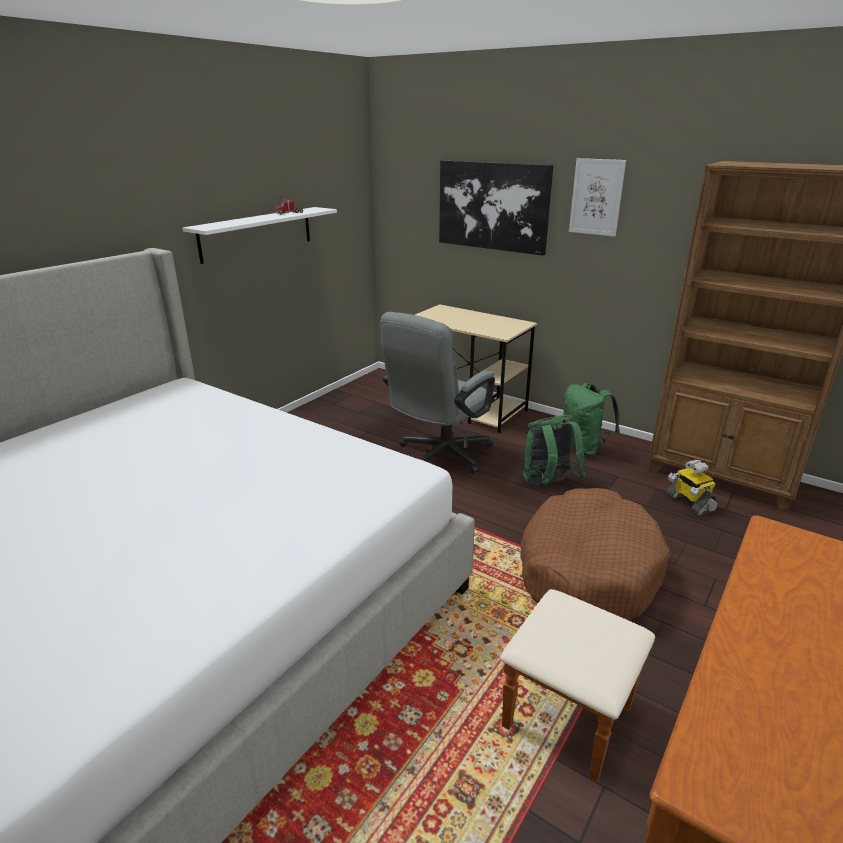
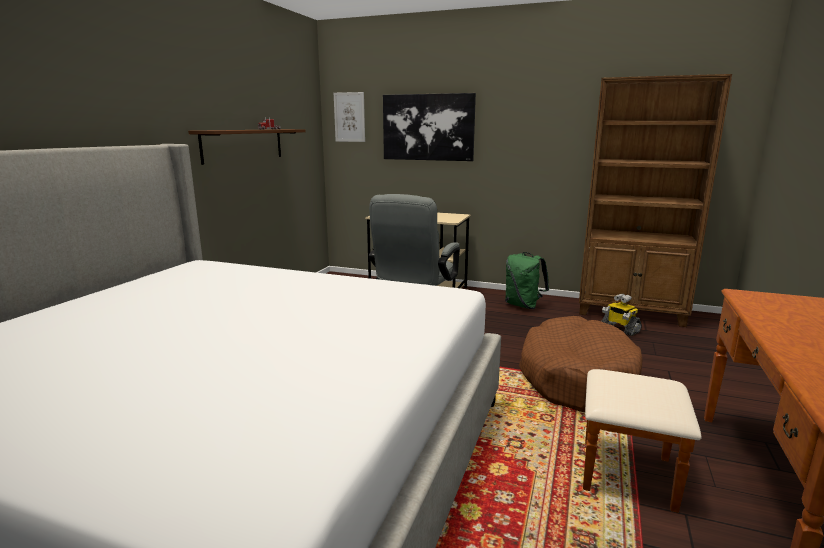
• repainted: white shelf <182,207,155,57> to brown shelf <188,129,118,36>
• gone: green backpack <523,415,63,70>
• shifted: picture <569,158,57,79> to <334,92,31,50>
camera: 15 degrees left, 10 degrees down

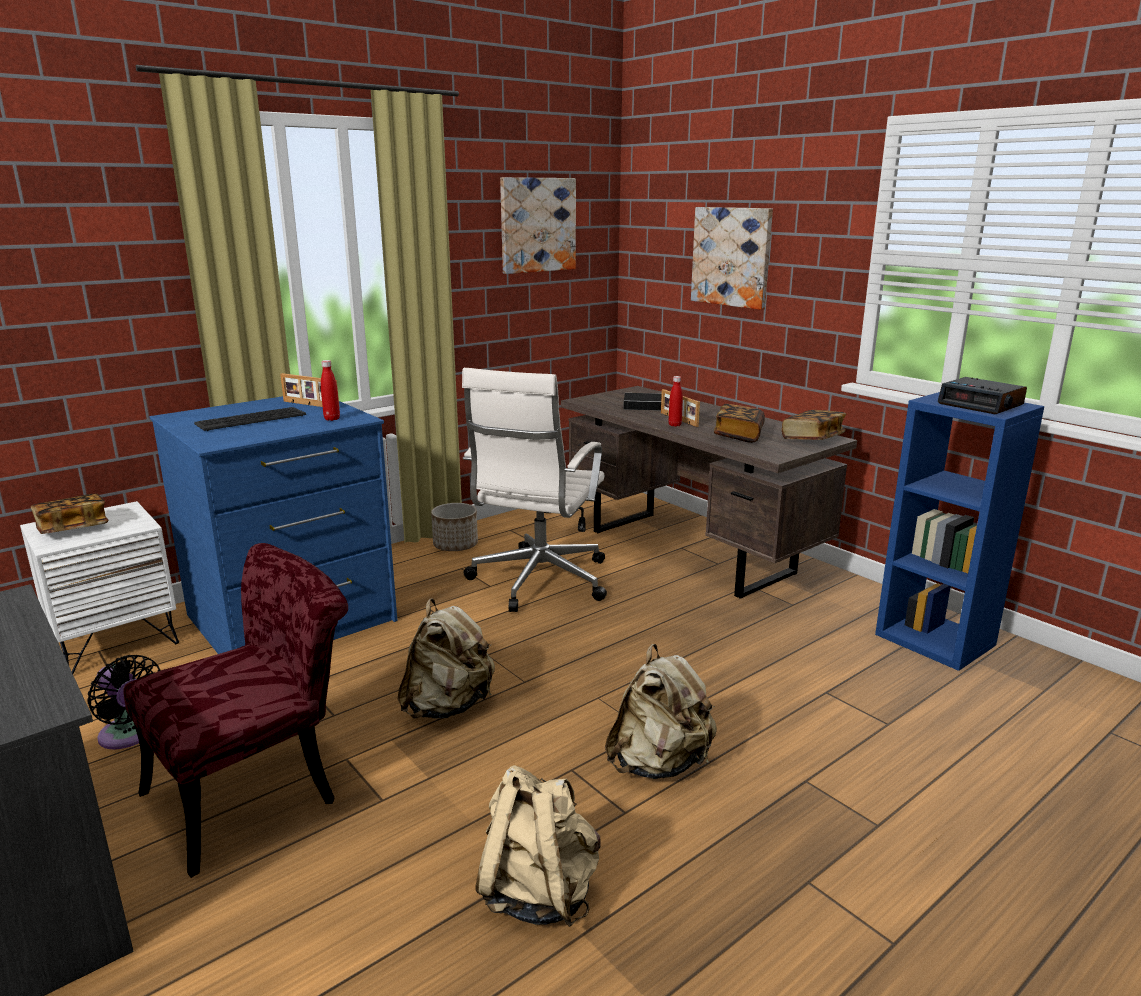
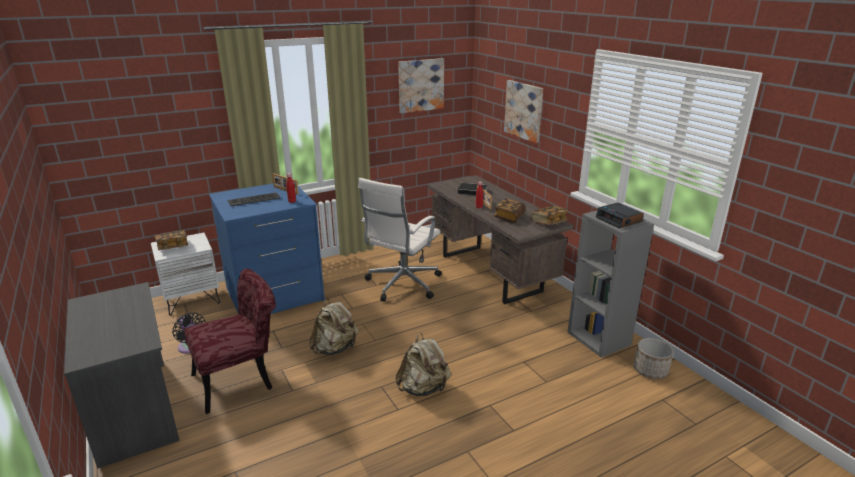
• shifted: planter <431,503,47,48> to <634,338,40,41>
• gone: beige backpack <475,765,126,162>
• repainted: blue bookcase <875,392,169,279> to grey bookcase <567,210,87,148>
camera: 10 degrees right, 5 degrees up

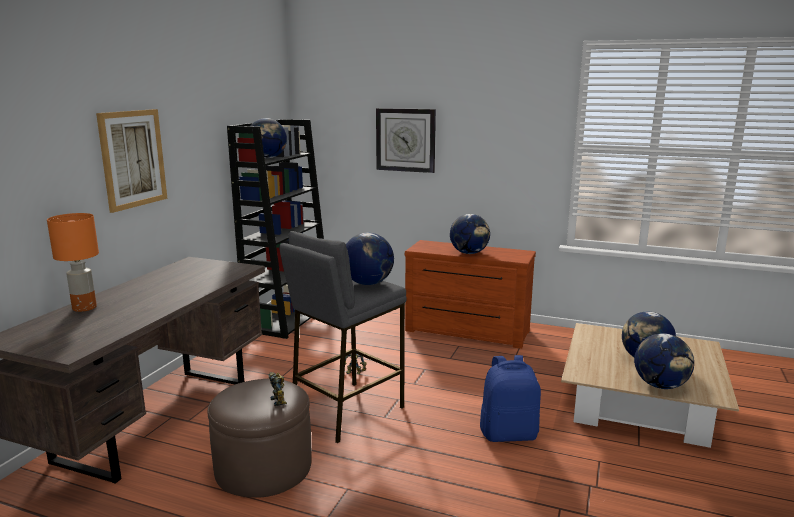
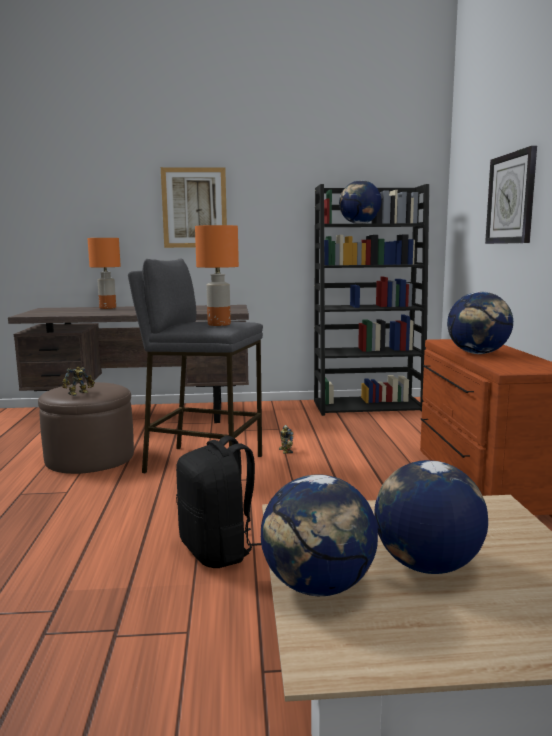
• swapped: globe <346,233,48,52> to orange table lamp <195,225,44,101>
• repainted: blue backpack <480,355,61,87> to black backpack <176,436,85,132>
camera: 65 degrees right, 5 degrees down

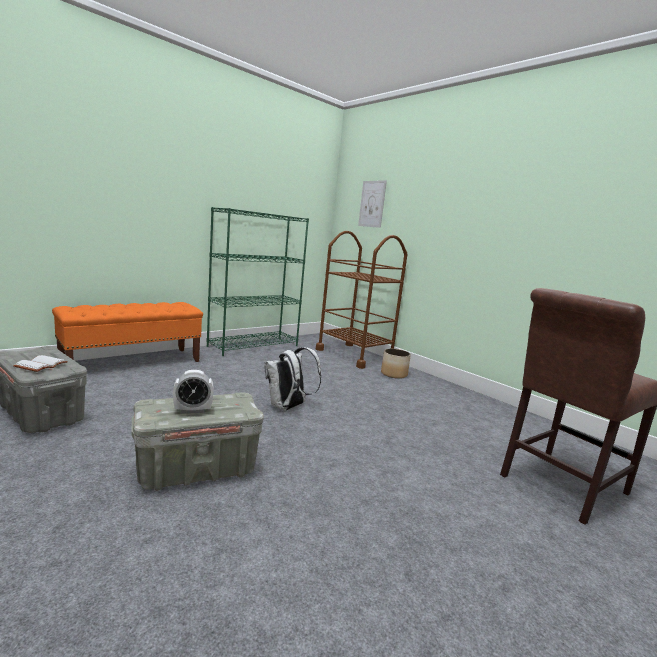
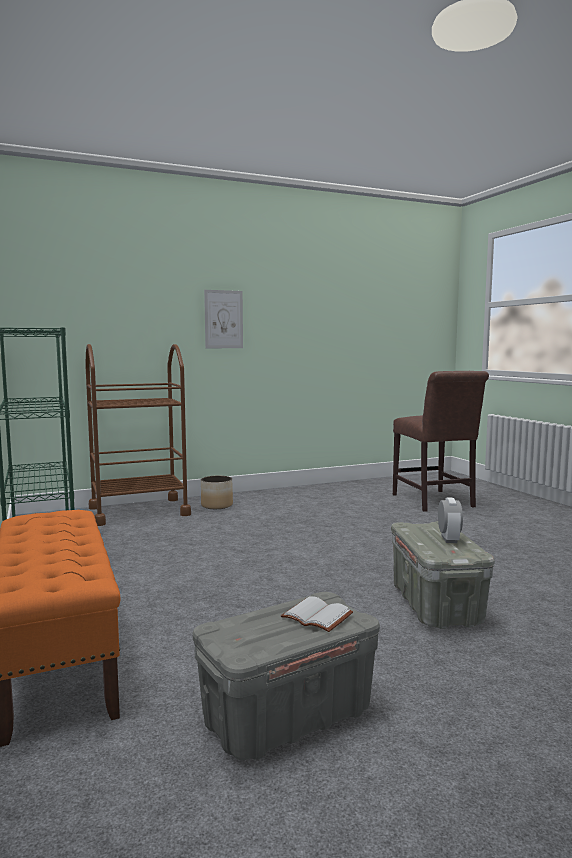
• gone: white backpack <265,347,56,64>
• shifted: picture <358,180,29,48> to <204,290,39,58>
camera: 70 degrees left, 5 degrees down

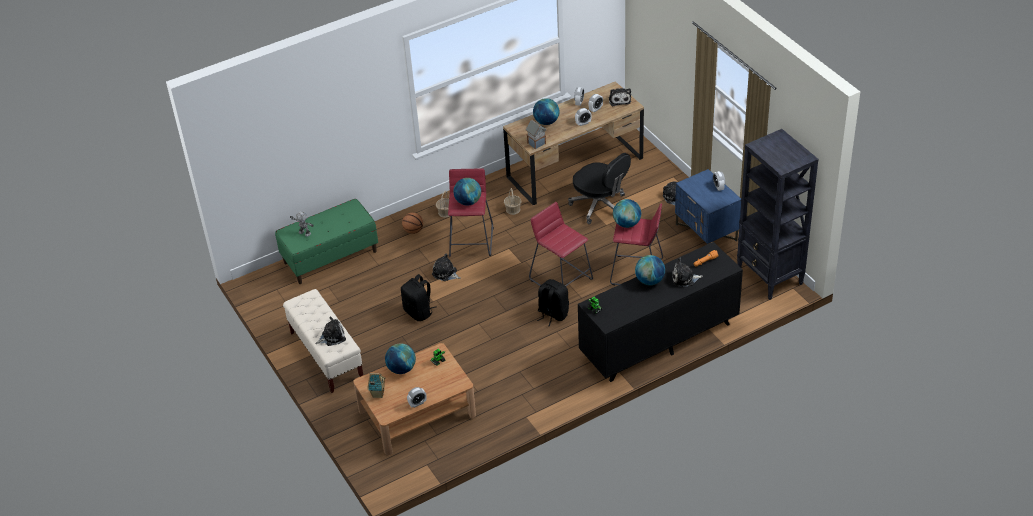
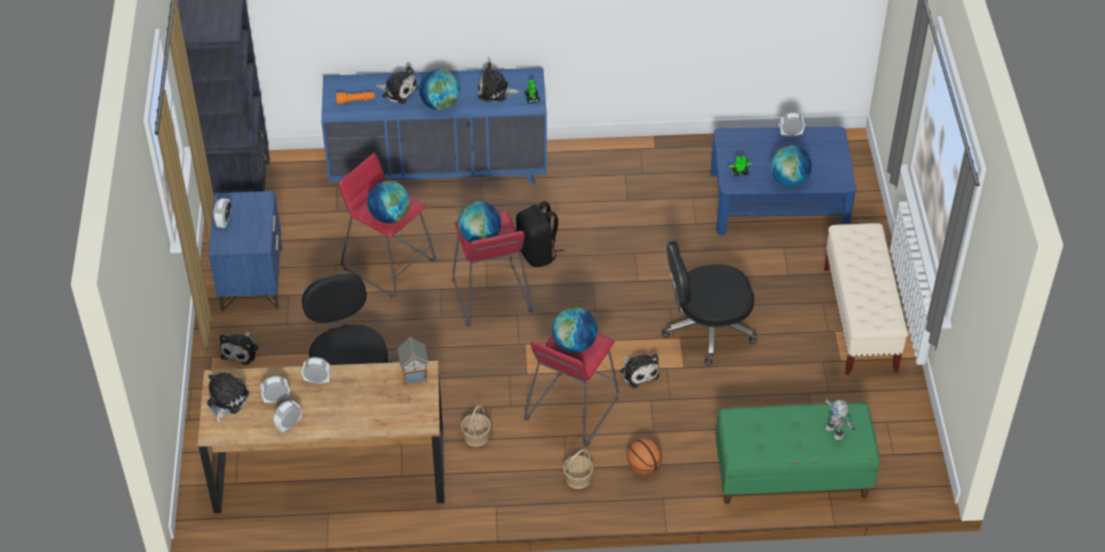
• shifted: plush toy <316,316,30,30> to <478,62,42,40>
• repainted: brown coffee table <353,343,123,112> to blue coffee table <710,127,146,108>
• gone: toy house <367,373,18,25>
• swapped: black backpack <401,274,35,47> to black office chair <662,241,95,125>
• shifted: globe <533,98,26,27> to <458,201,43,41>
• repainted: black dresser <578,242,165,140> to blue dresser <321,68,226,116>
camera: 155 degrees left, 5 degrees up

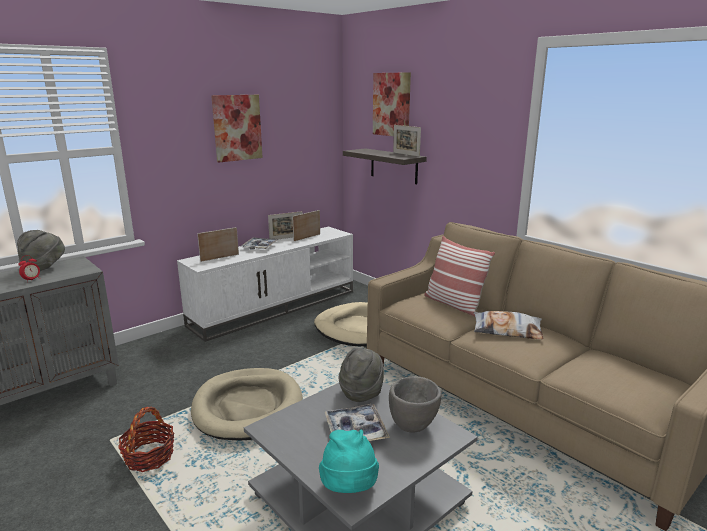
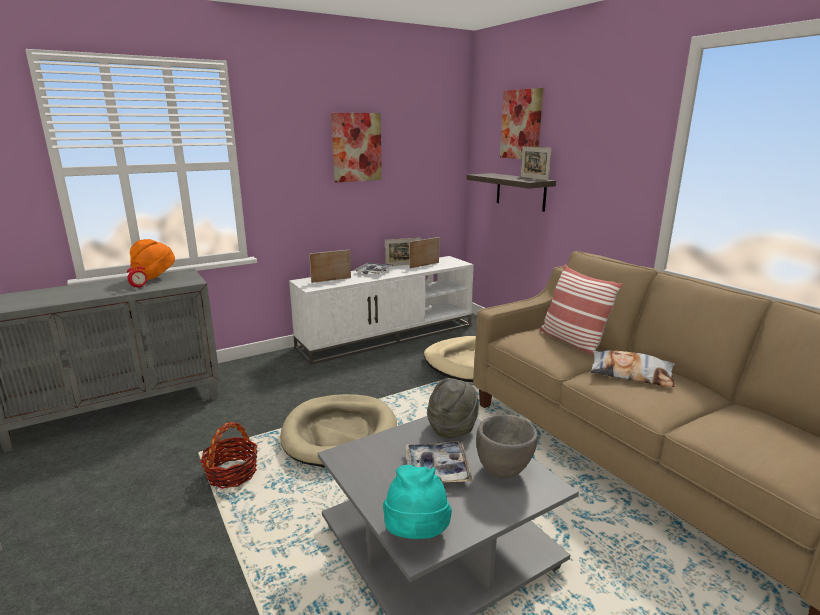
• repainted: grey hat <17,230,48,41> to orange hat <130,239,45,41>
camera: 10 degrees right, 0 degrees up

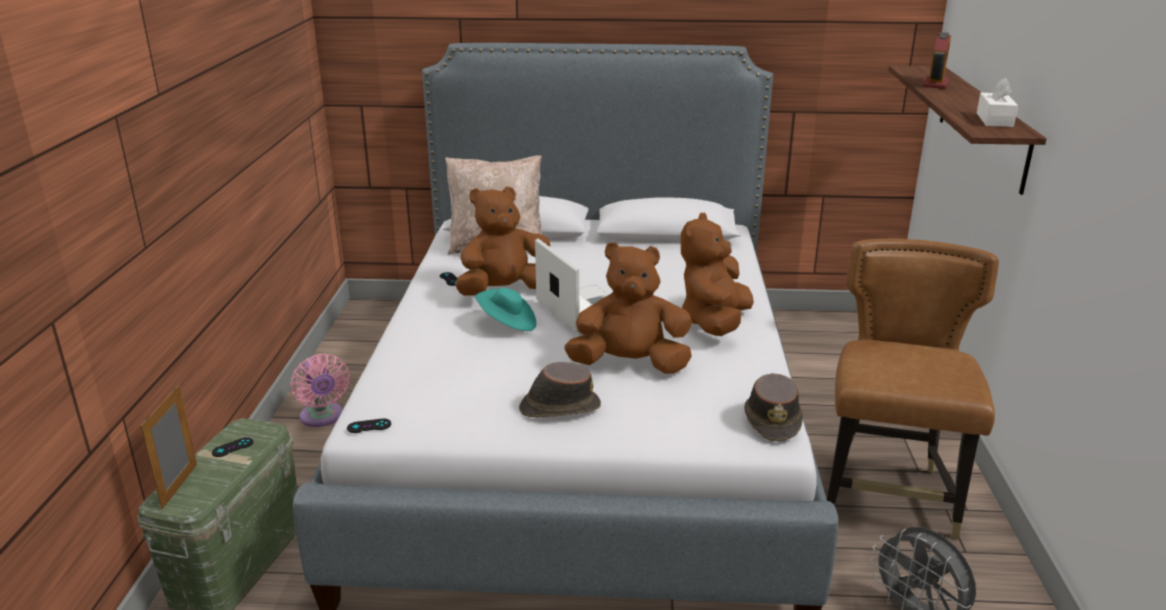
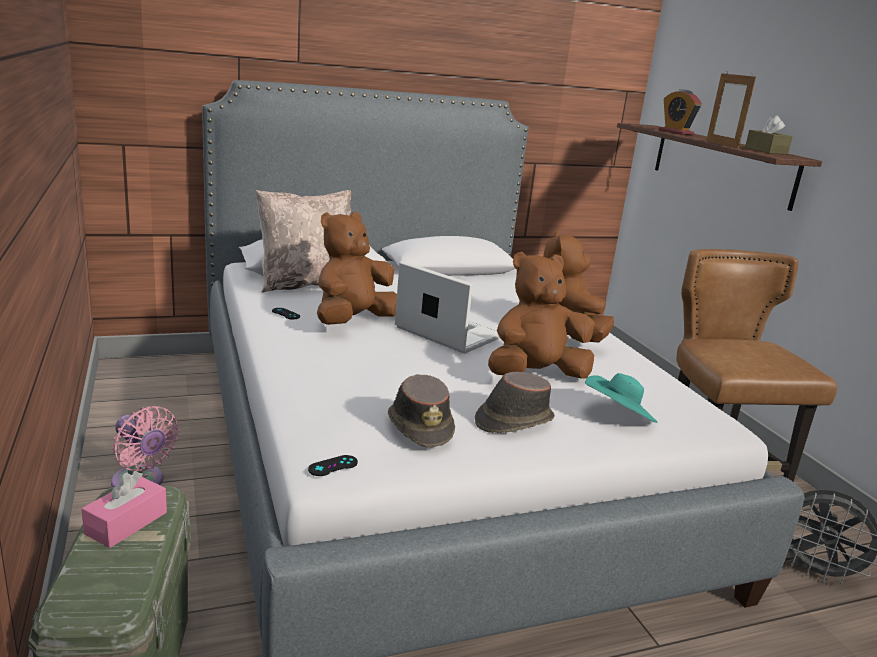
• shifted: picture frame <141,386,56,123> to <706,71,50,77>
• swapped: black game controller <212,437,41,20> to pink tissue box <81,471,86,77>
• shifted: turquoise hat <475,288,61,43> to <585,373,72,50>
• shifted: brown hat <744,373,59,68> to <388,374,67,74>
• rotated: alarm clock <923,32,28,57> = <659,89,43,46> 150 degrees clockwise
• repainted: white tissue box <977,78,41,49> to brown tissue box <745,115,47,40>
camera: 25 degrees left, 5 degrees down

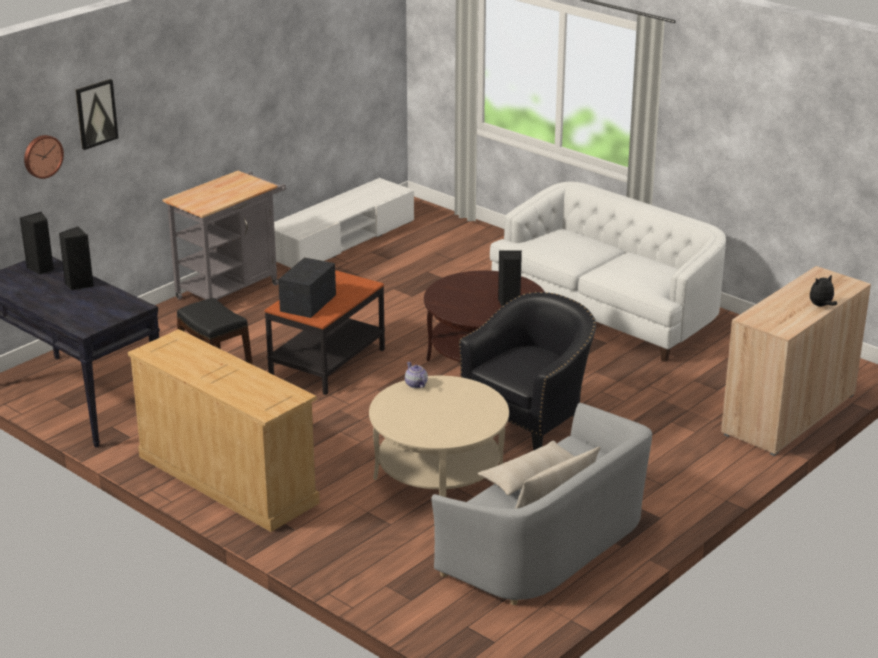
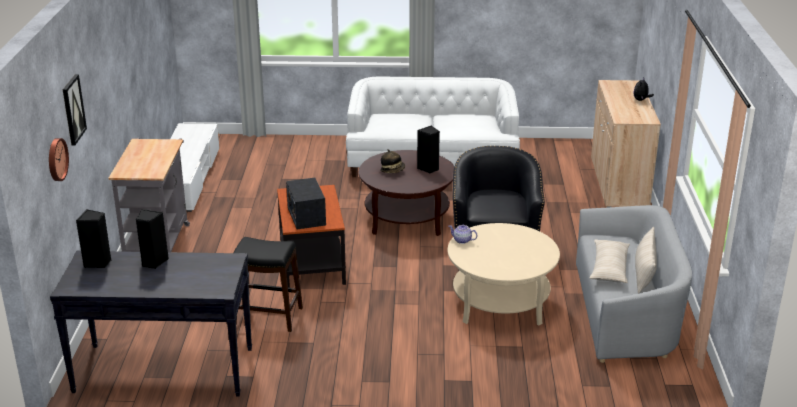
• gone: beige dresser <128,329,192,203>
• new: hat <380,149,25,24>
camera: 40 degrees left, 0 degrees up

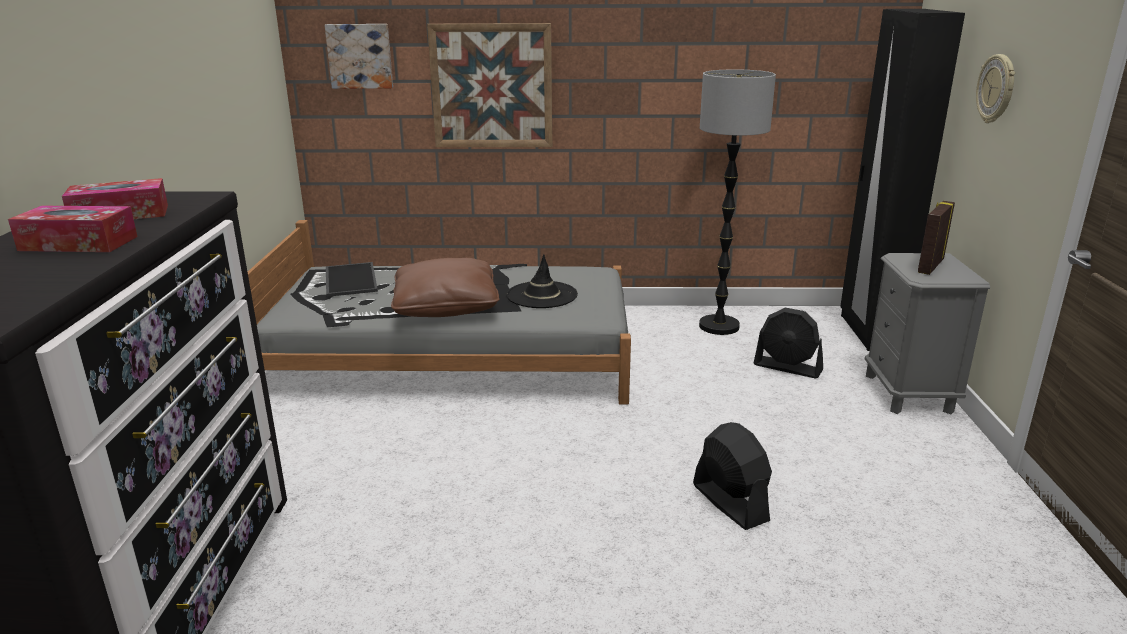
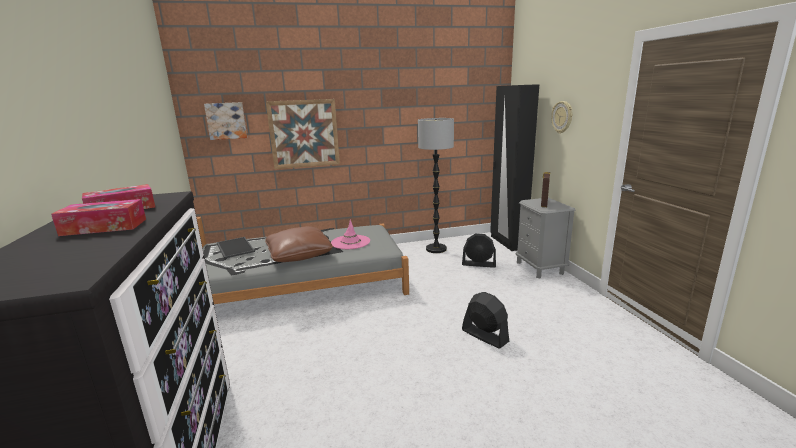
• repainted: black hat <506,254,72,54> to pink hat <331,220,39,29>
camera: 15 degrees left, 5 degrees down

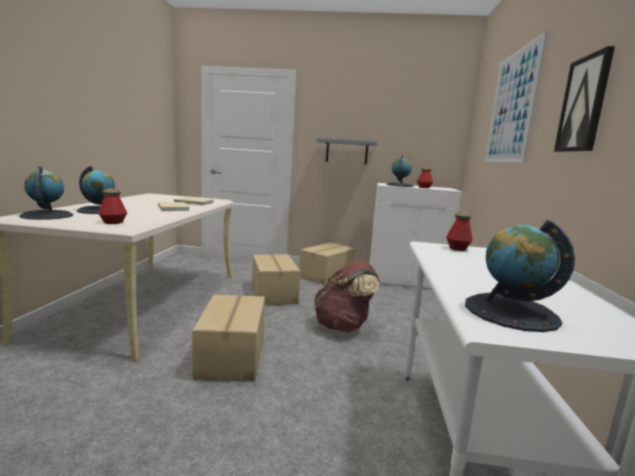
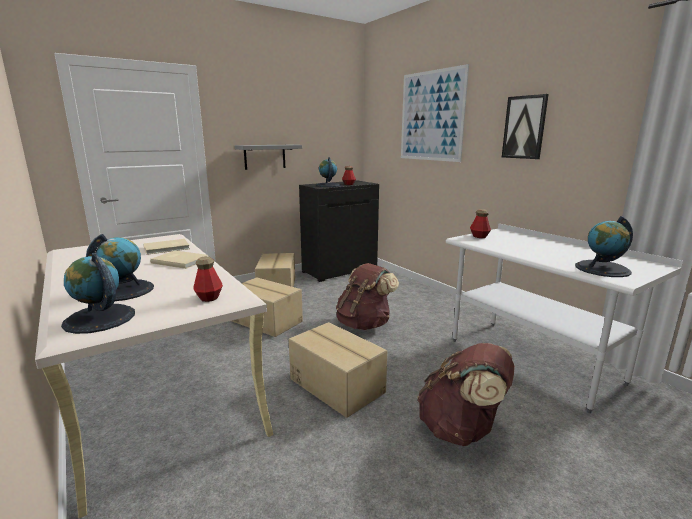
• repainted: white cabinet <369,183,93,105> to black cabinet <299,181,80,101>
• new: brown backpack <417,343,98,103>
camera: 40 degrees left, 5 degrees up

